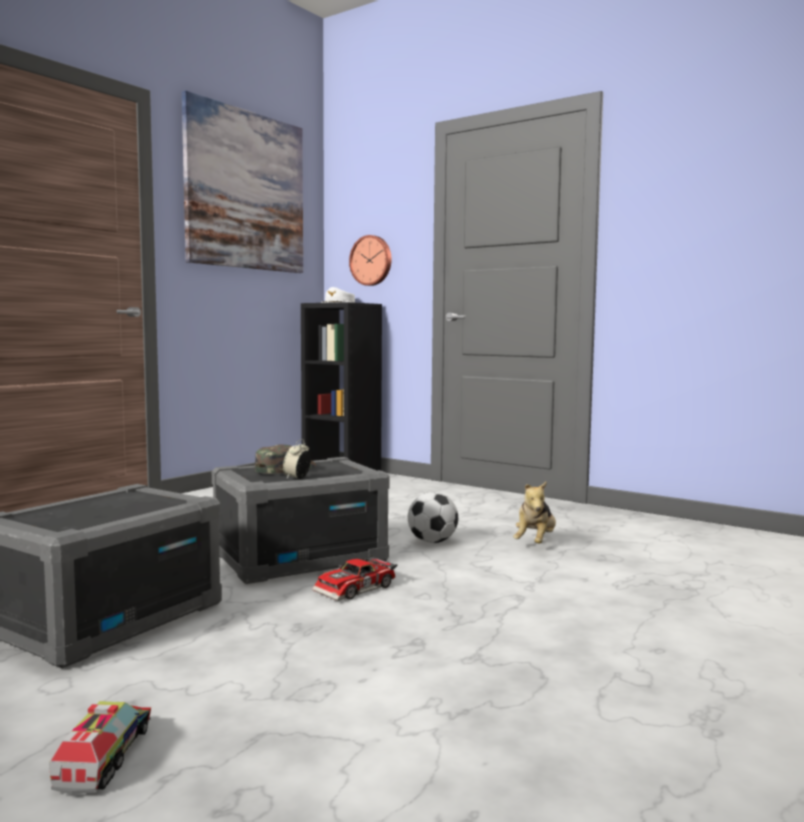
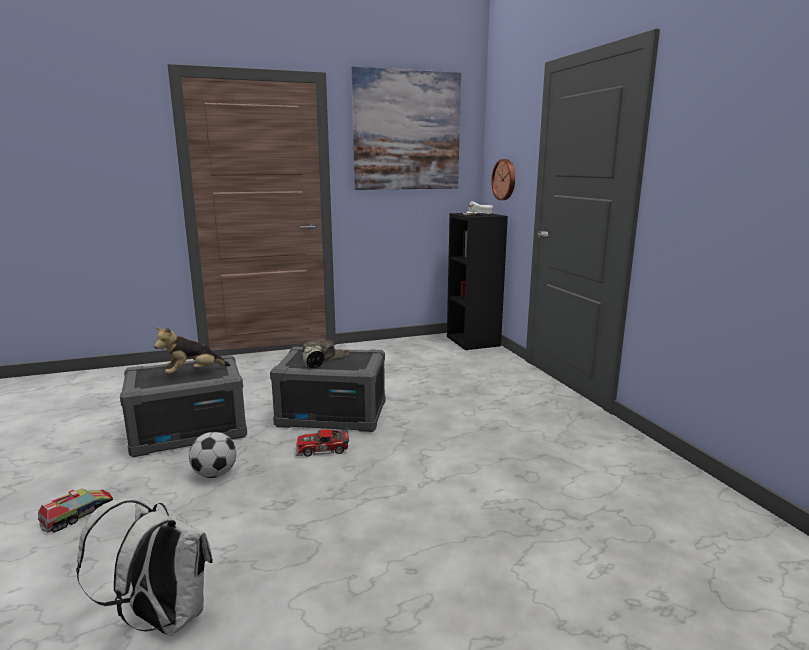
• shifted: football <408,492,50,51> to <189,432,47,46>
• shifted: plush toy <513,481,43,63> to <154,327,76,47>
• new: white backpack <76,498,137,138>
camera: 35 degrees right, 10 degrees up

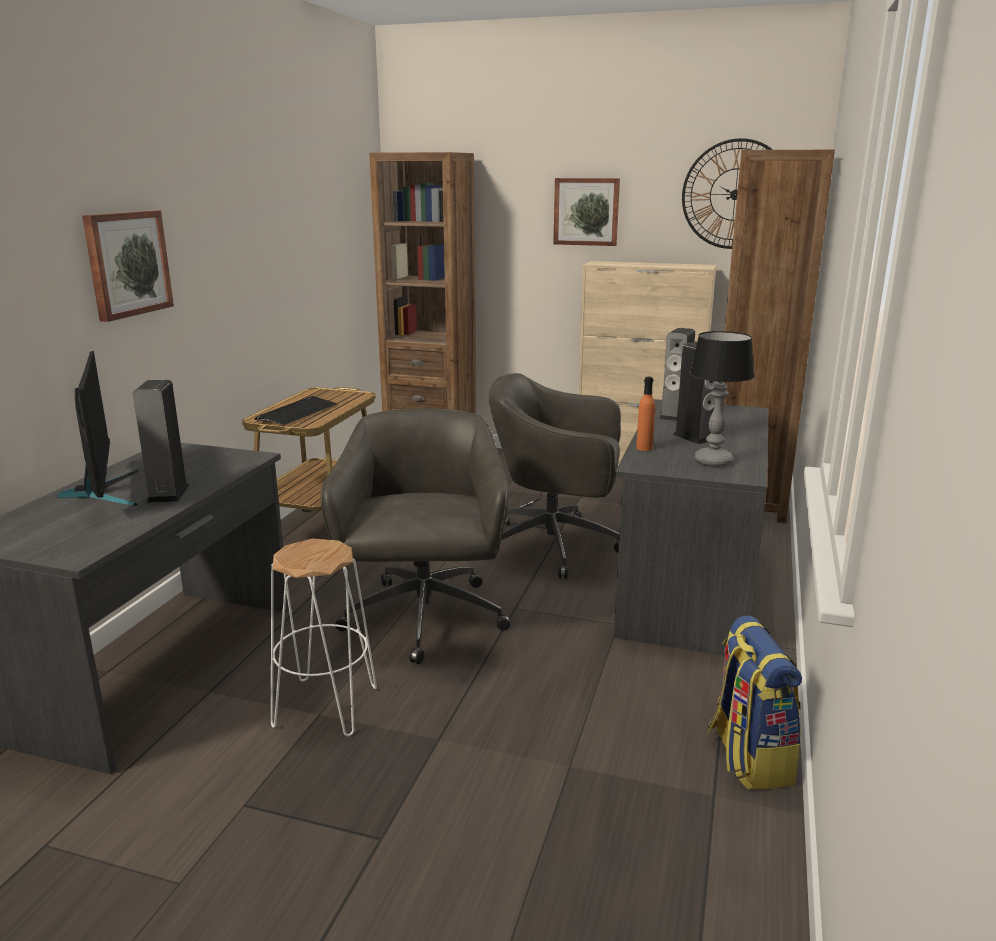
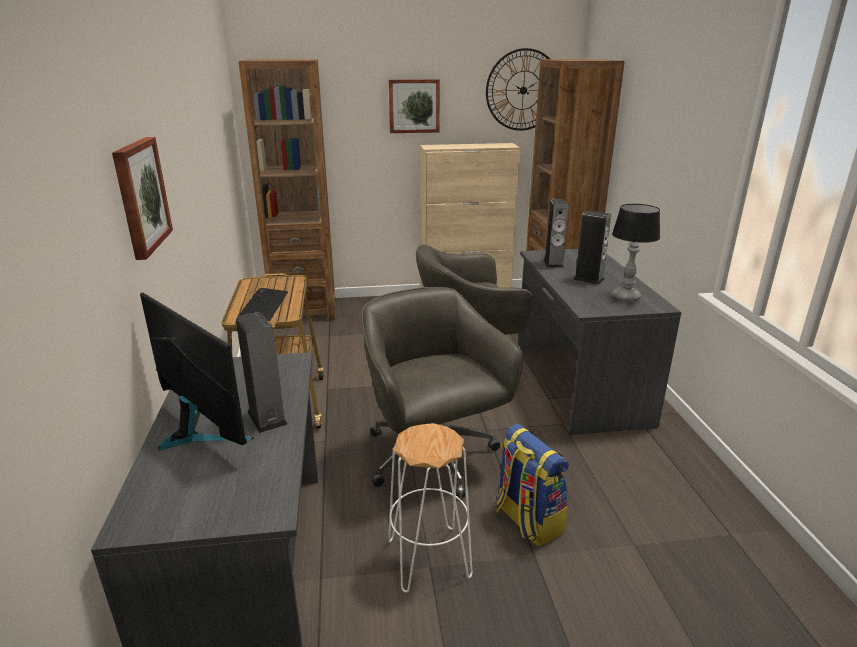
• gone: orange bottle <636,377,19,74>
• shifted: backpack <707,616,95,174> to <495,424,74,123>
camera: 25 degrees left, 5 degrees up

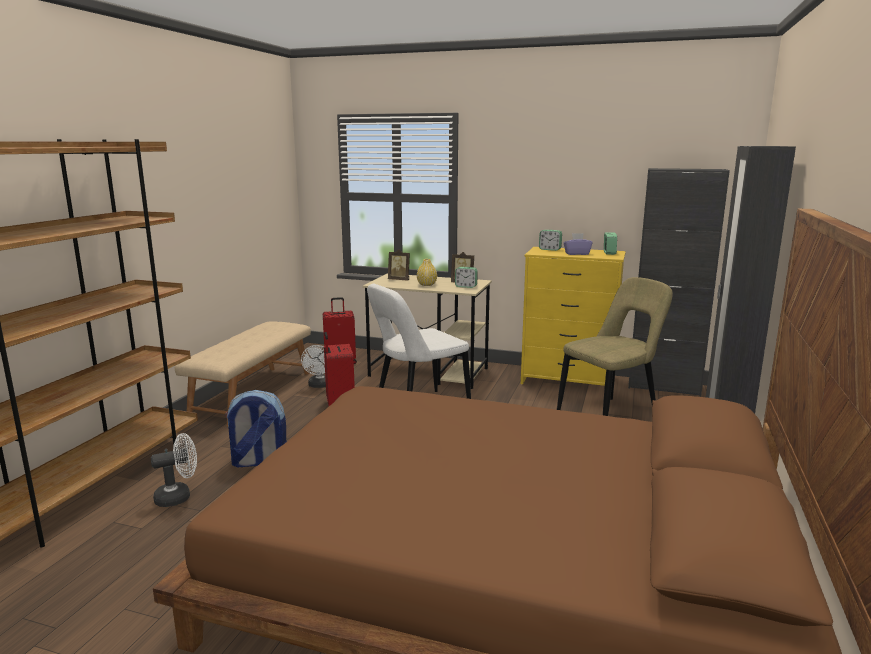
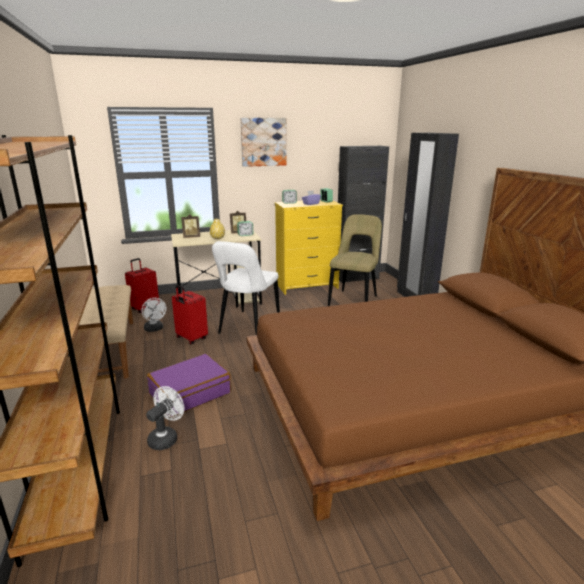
• swapped: backpack <225,390,62,78> to purple suitcase <147,354,84,63>
• new: picture <241,118,46,49>
camera: 35 degrees left, 5 degrees up

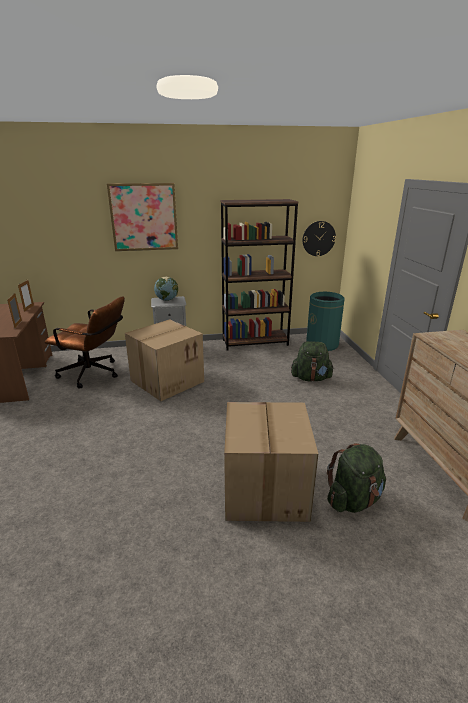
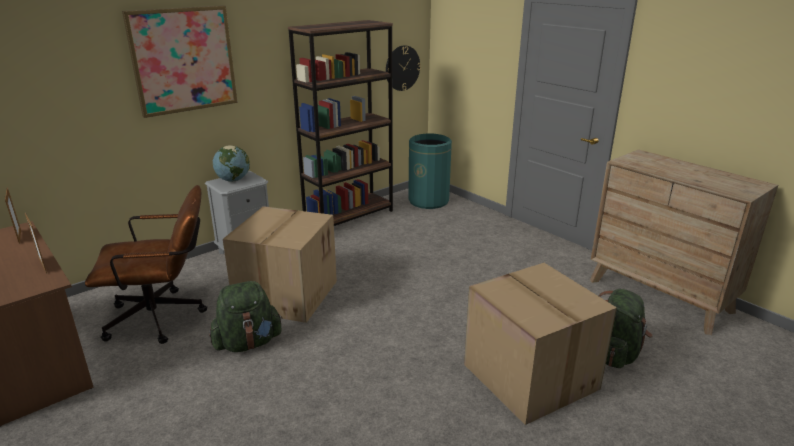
• shifted: green backpack <291,341,43,40> to <209,281,74,71>
camera: 30 degrees left, 0 degrees up

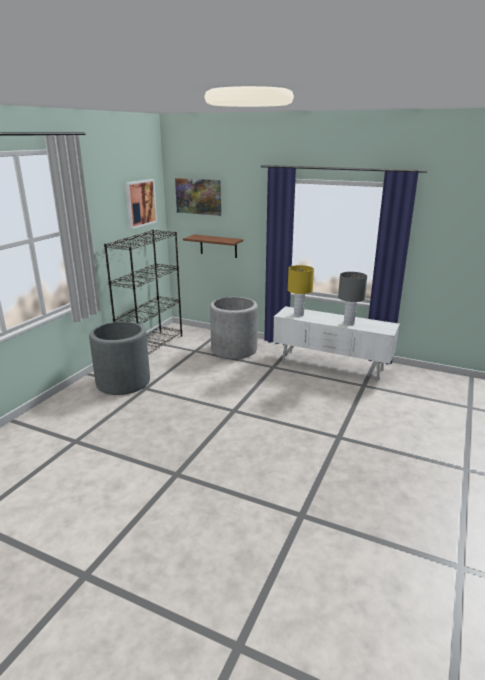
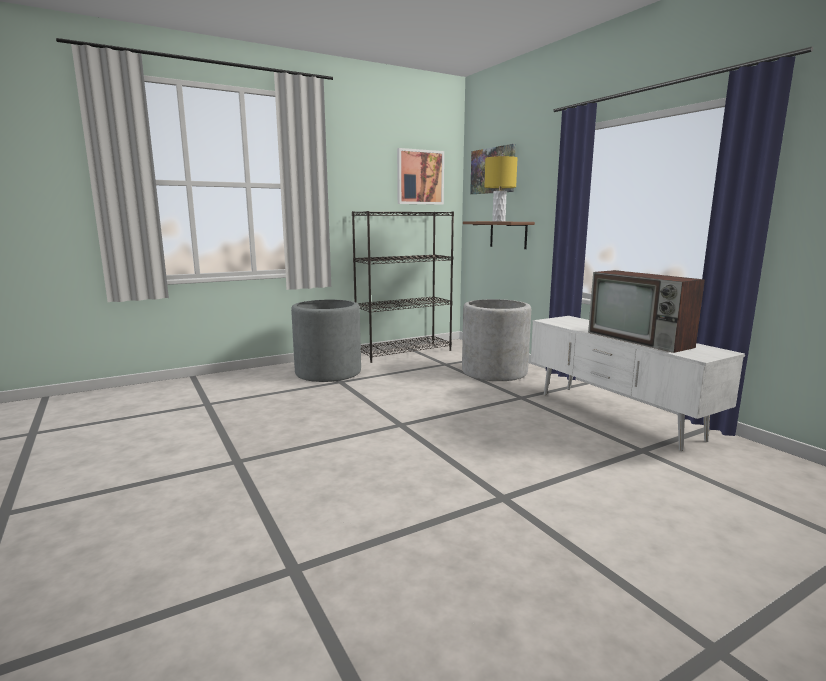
• shifted: yellow table lamp <288,265,26,52> to <484,156,33,66>
• swapped: grey table lamp <338,272,29,53> to television <588,270,117,83>
camera: 35 degrees right, 10 degrees down

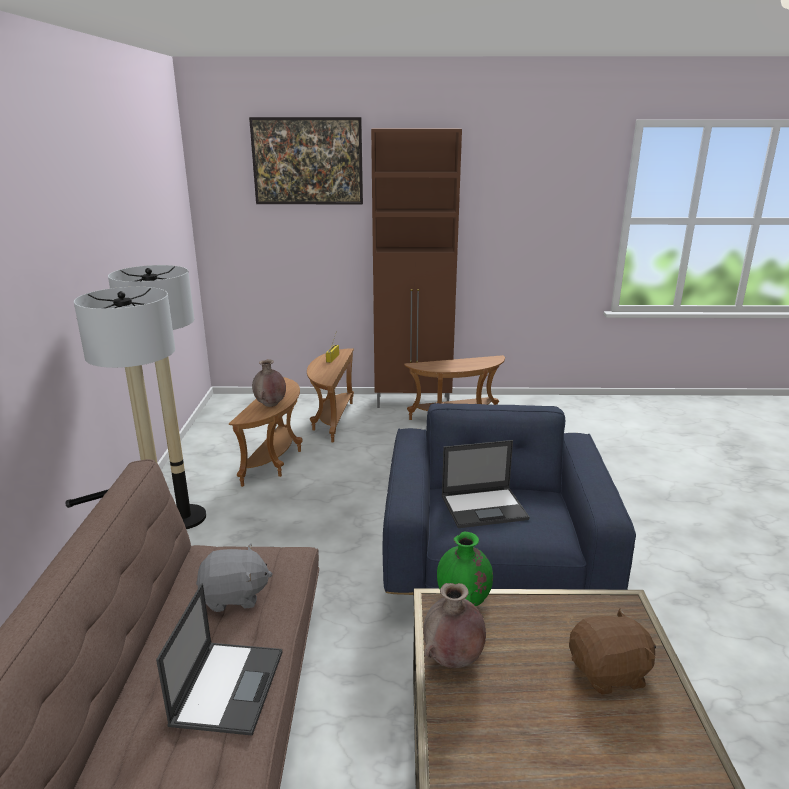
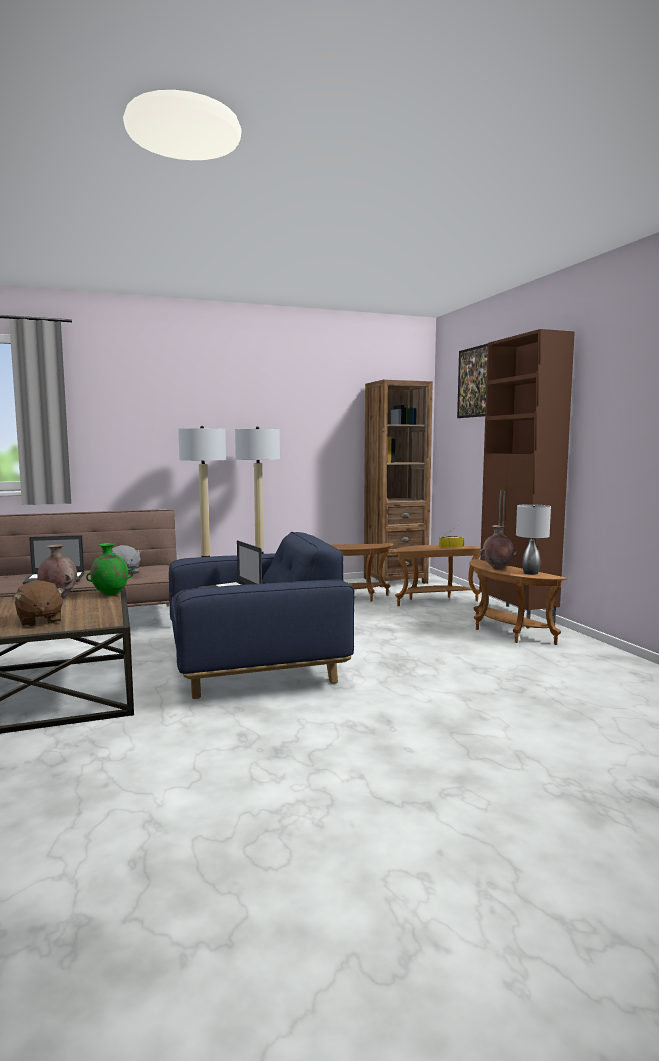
• shifted: brown vase <252,359,34,48> to <480,525,37,44>
• new: brown bookcase <364,380,69,207>
• new: grey table lamp <516,504,35,71>
camera: 70 degrees right, 15 degrees down

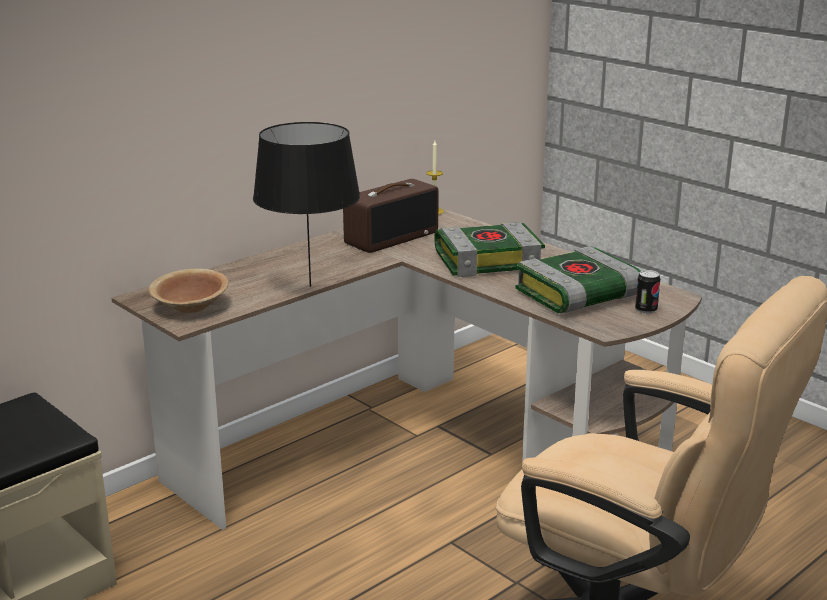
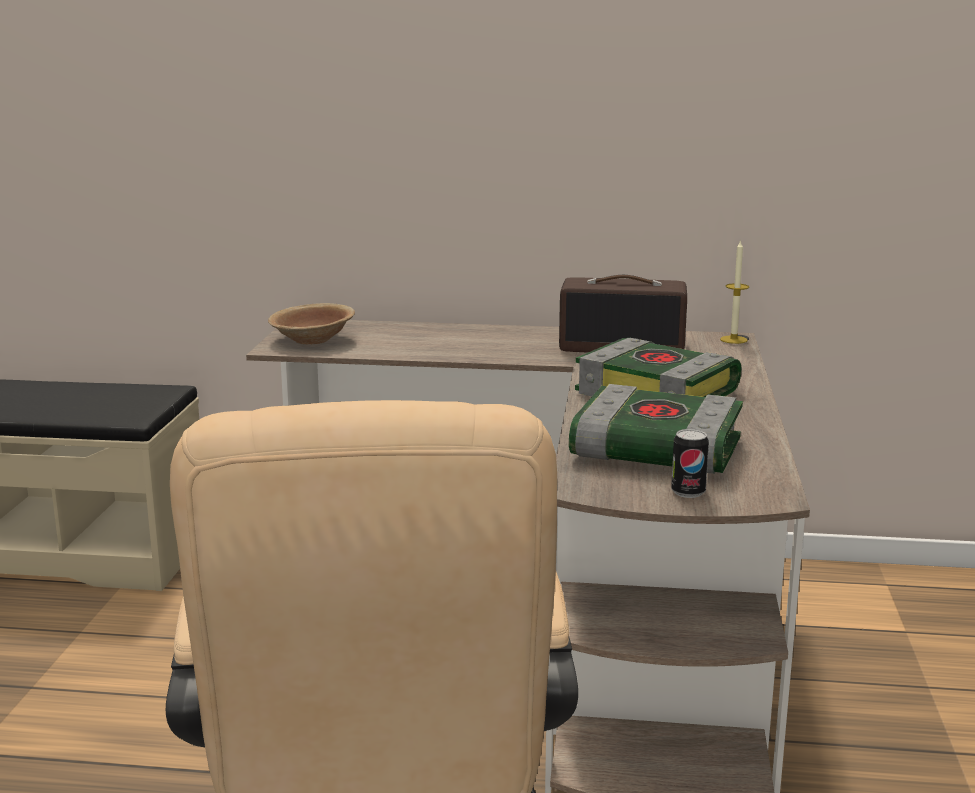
• gone: black table lamp <253,122,107,165>
camera: 50 degrees right, 5 degrees down

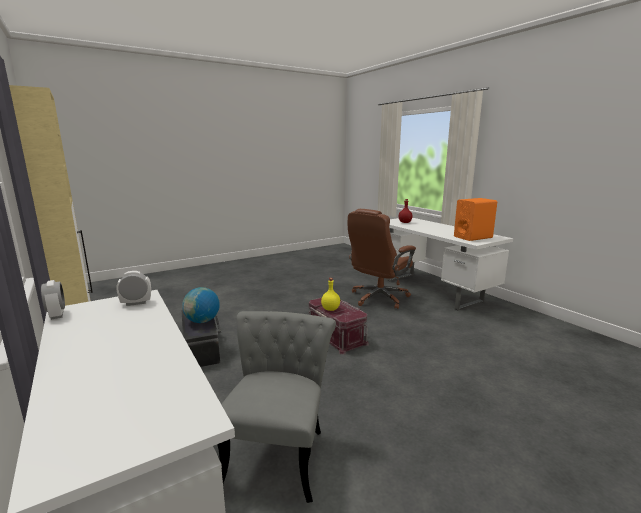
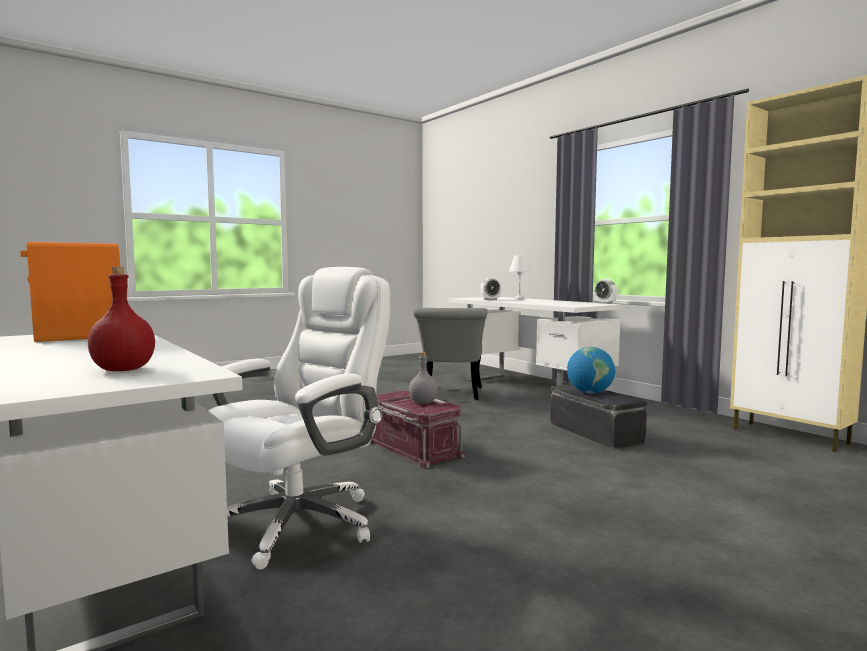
• shifted: alarm clock <117,271,34,35> to <480,278,21,22>
• repainted: yellow bottle <321,278,19,33> to grey bottle <409,352,29,52>
• repainted: brown office chair <348,209,68,100> to white office chair <208,267,182,303>
• new: white table lamp <509,256,22,44>
camera: 175 degrees right, 10 degrees down

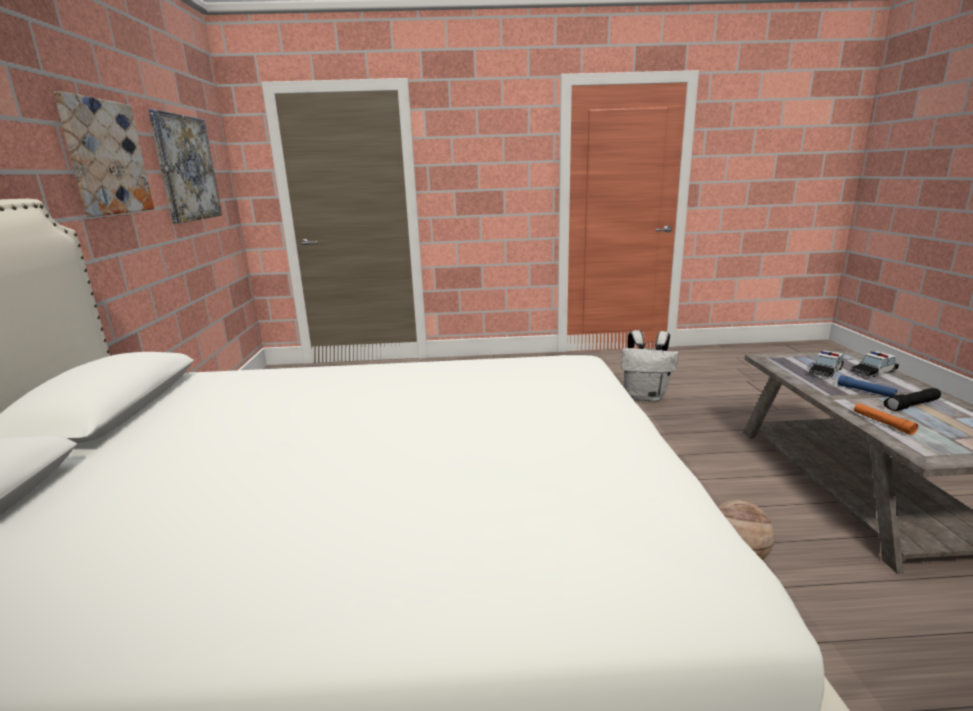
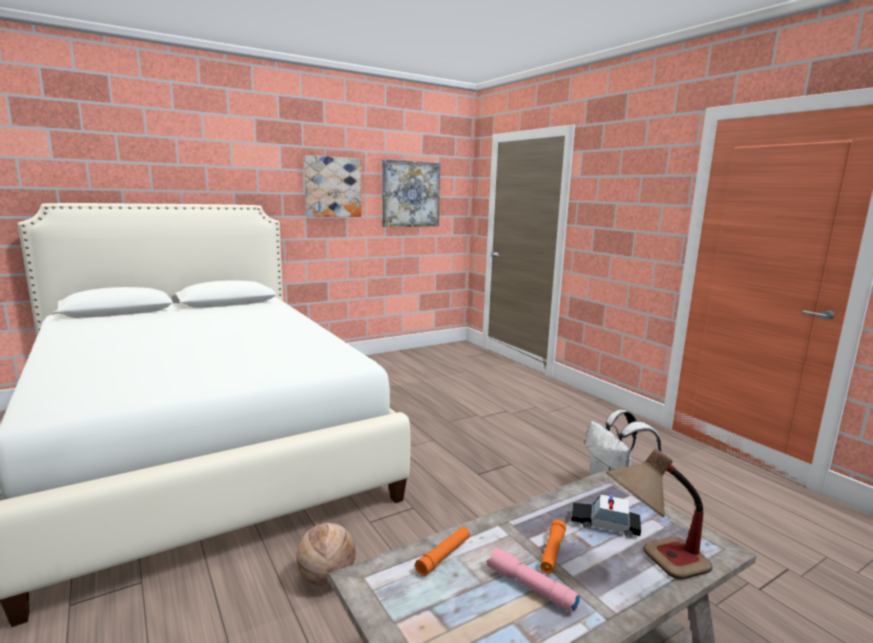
• repainted: blue flashlight <838,375,59,22> to orange flashlight <540,519,26,55>
• swapped: toy car <850,351,49,26> to table lamp <607,449,105,131>
• repainted: black flashlight <884,388,57,23> to pink flashlight <487,548,94,65>
camera: 60 degrees right, 5 degrees down

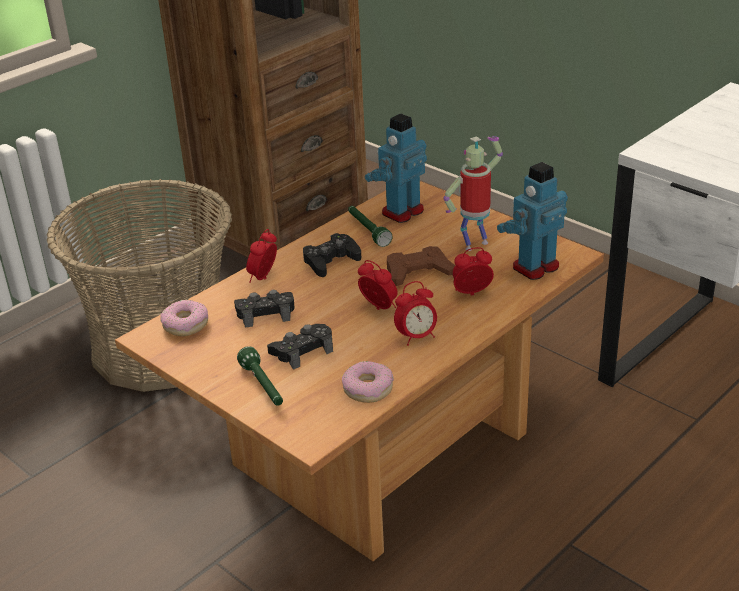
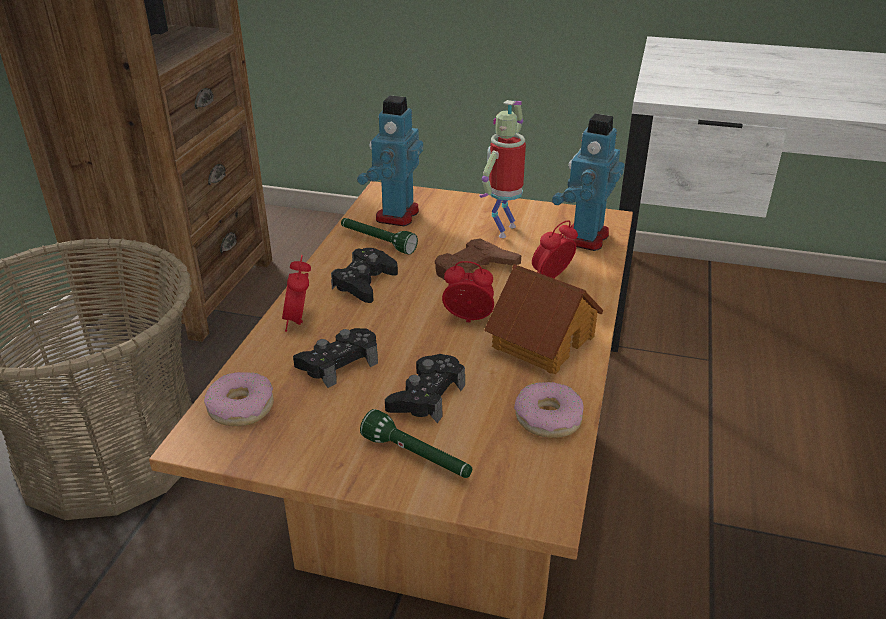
• swapped: alarm clock <394,281,43,65> to toy house <484,264,120,110>
camera: 30 degrees left, 0 degrees up

